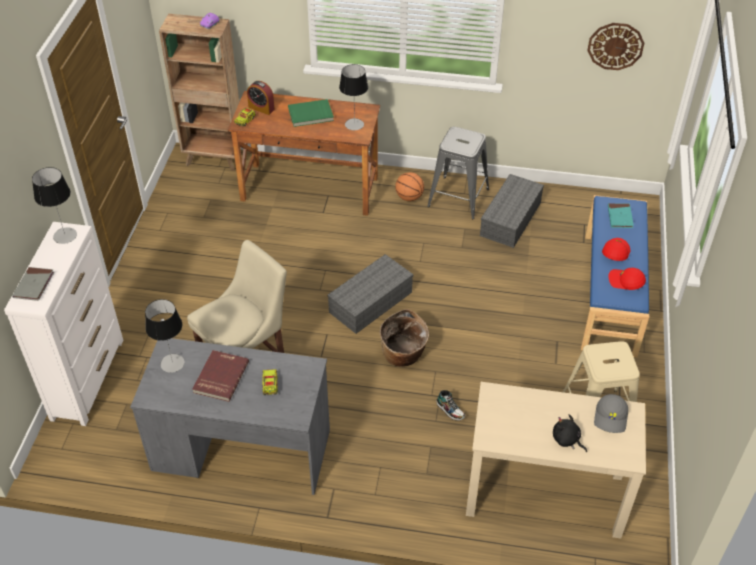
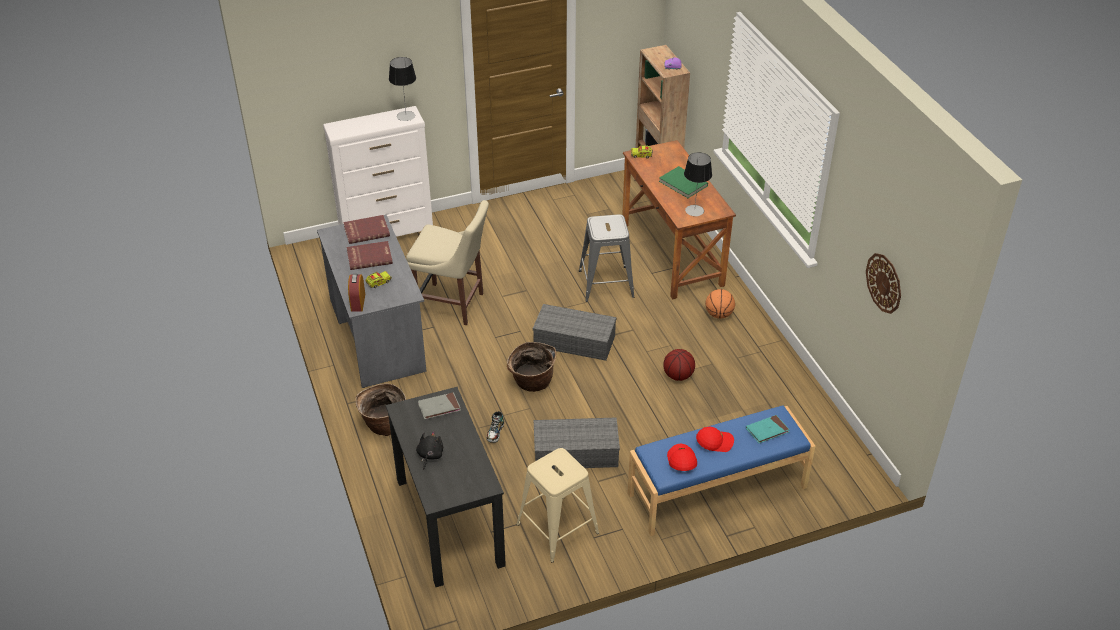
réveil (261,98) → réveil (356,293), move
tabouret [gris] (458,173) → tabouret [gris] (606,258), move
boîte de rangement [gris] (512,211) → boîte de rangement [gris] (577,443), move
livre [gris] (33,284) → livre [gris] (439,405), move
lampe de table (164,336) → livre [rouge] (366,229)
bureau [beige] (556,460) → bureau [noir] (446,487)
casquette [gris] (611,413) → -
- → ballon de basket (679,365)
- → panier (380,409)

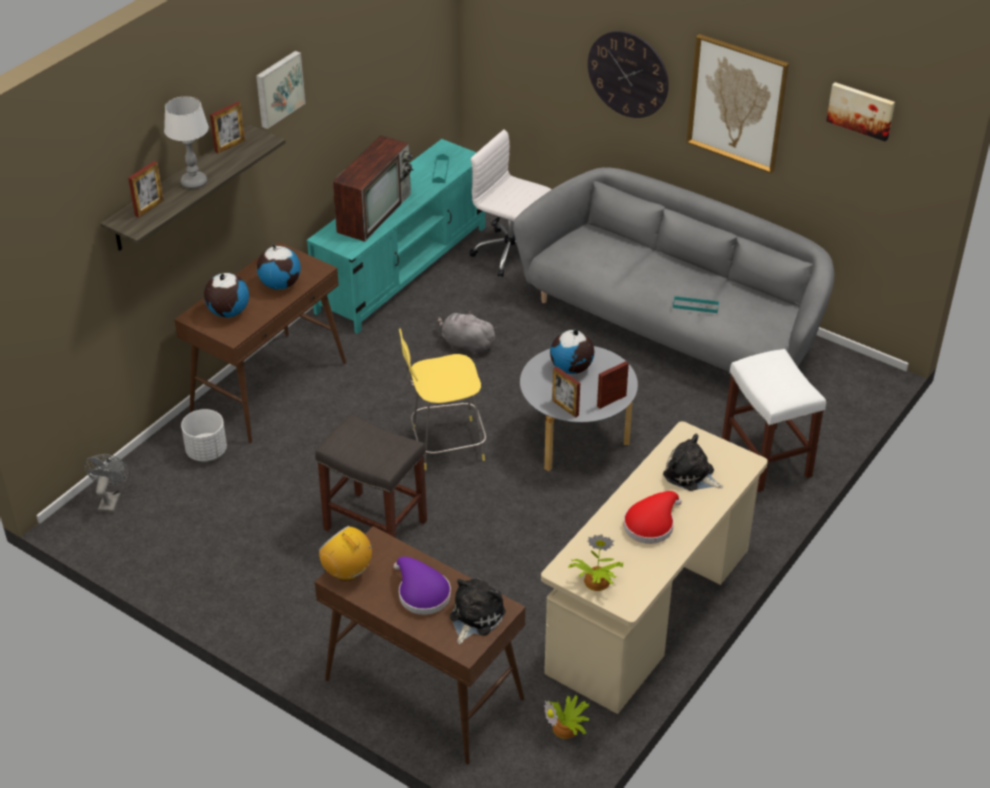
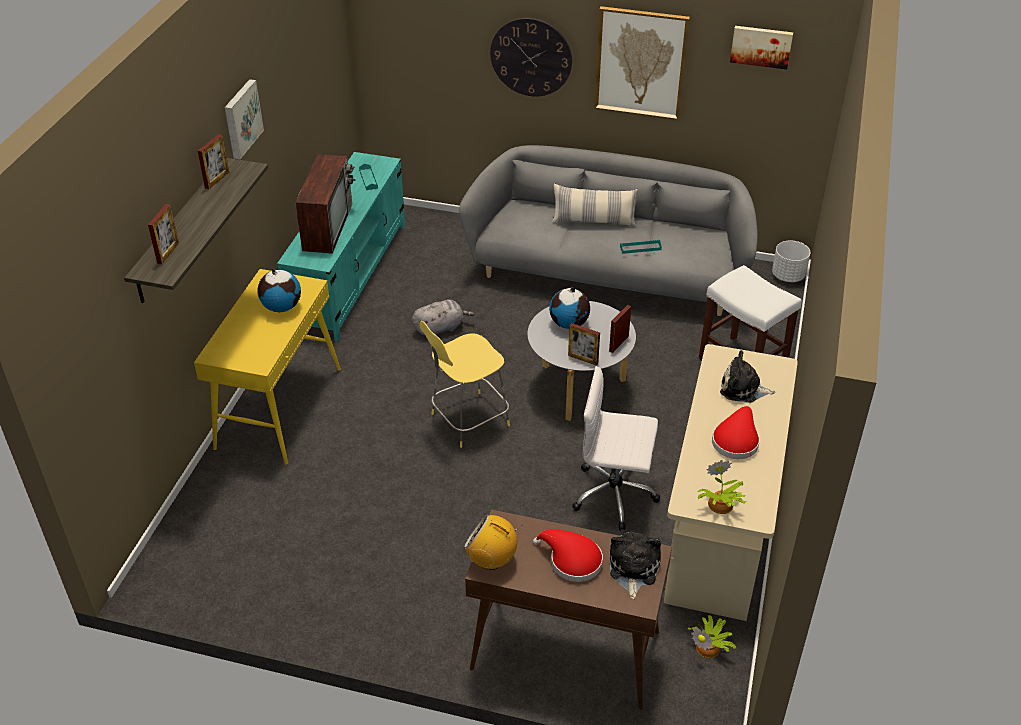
lampe de table (186,142) → -
chaise de bureau [blanc] (511,203) → chaise de bureau [blanc] (616,448), move
table console [marron] (260,342) → table console [jaune] (267,367)
globe (226,295) → -
peluche [gris] (467,333) → peluche [gris] (443,318), 150 degrees clockwise
cache-pot [blanc] (204,435) → cache-pot [blanc] (791,261), move
tabouret [gris] (371,476) → -
ventilateur [gris] (106,483) → -
chapeau [violet] (422,586) → chapeau [rouge] (568,555)
- → coussin (595,205)

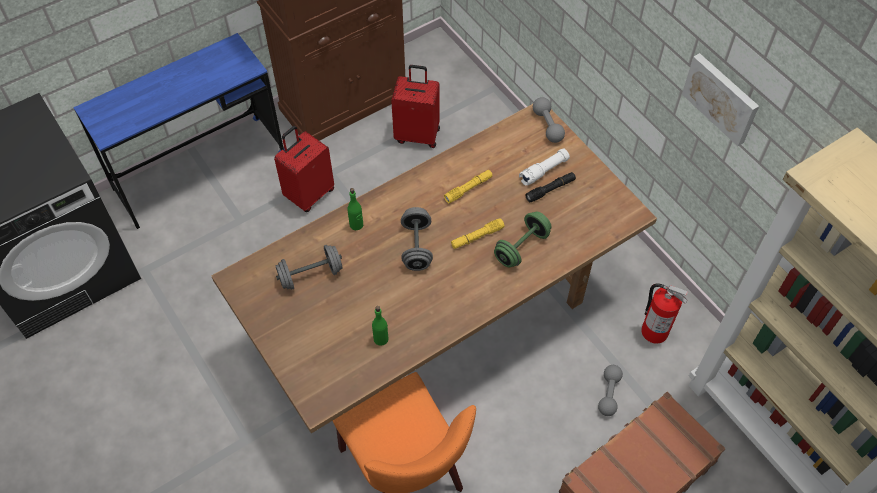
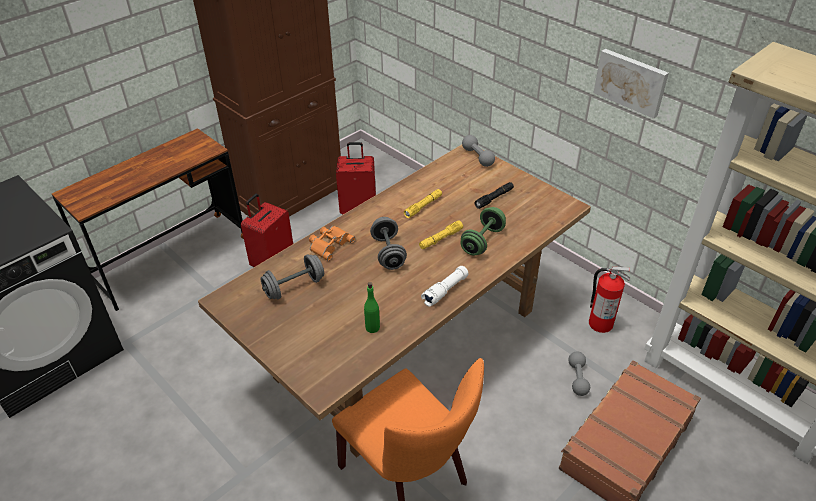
bureau [bleu] (179,131) → bureau [marron] (148,219)
lampe de poche [blanc] (544,167) → lampe de poche [blanc] (445,286), move
bouteille [vert] (355,209) → jumelles [orange] (332,243)

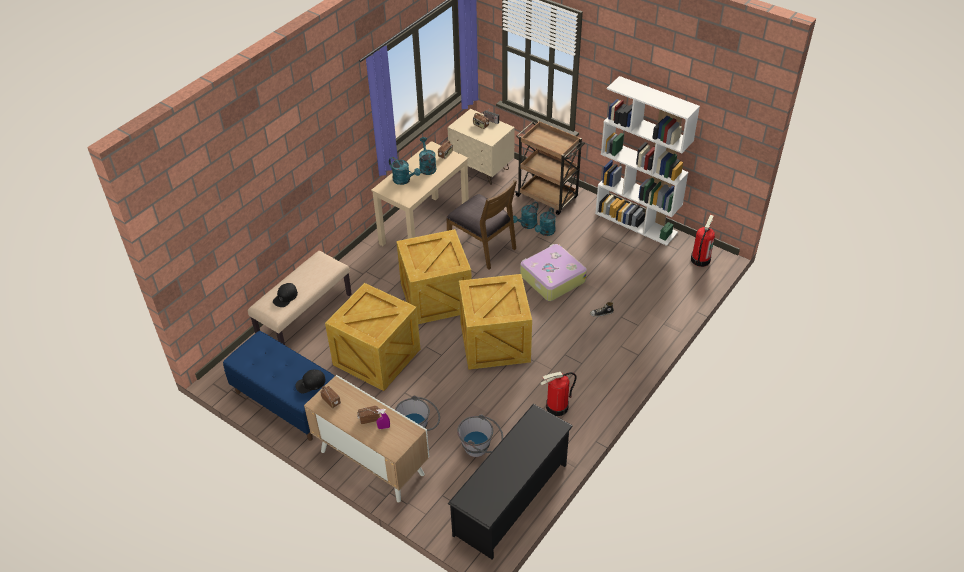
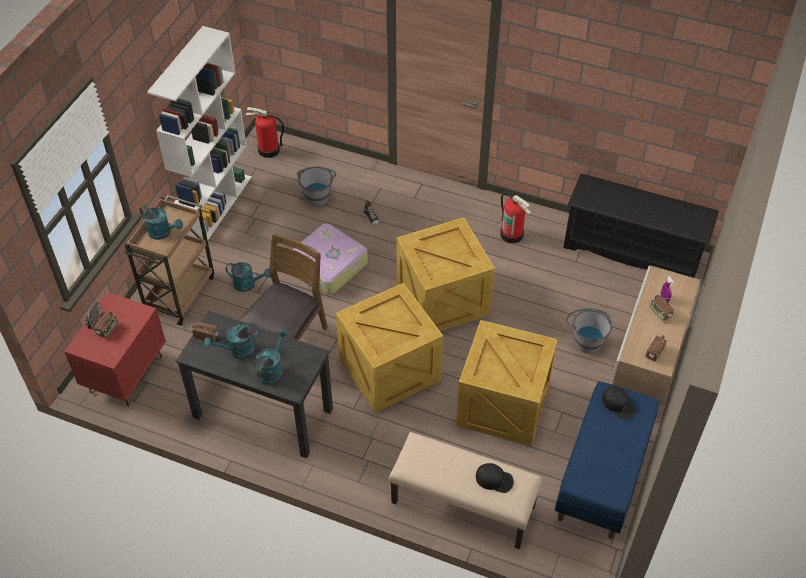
table de chevet [beige] (481,147) → table de chevet [rouge] (115,349)
bureau [beige] (420,193) → bureau [noir] (254,384)
arrosoir [turquoise] (526,215) → arrosoir [turquoise] (161,222), move
seau [gris] (480,435) → seau [gris] (316,186), move

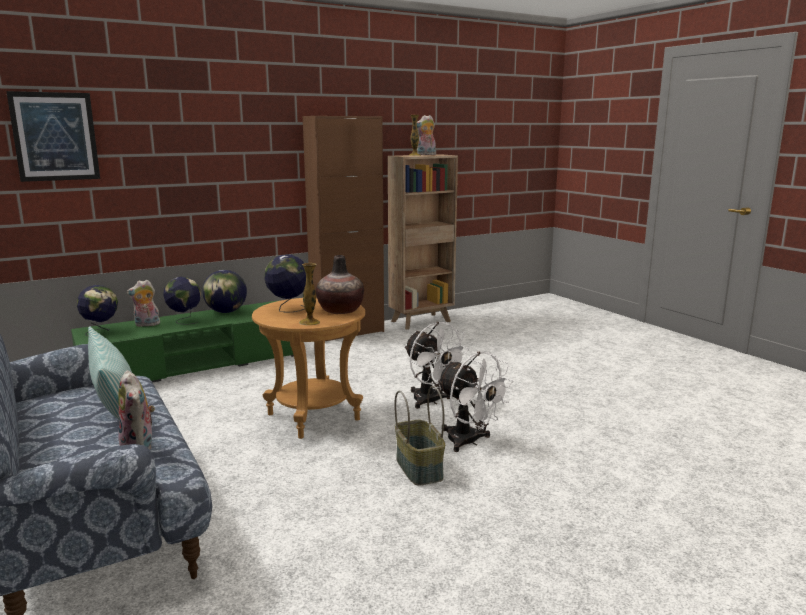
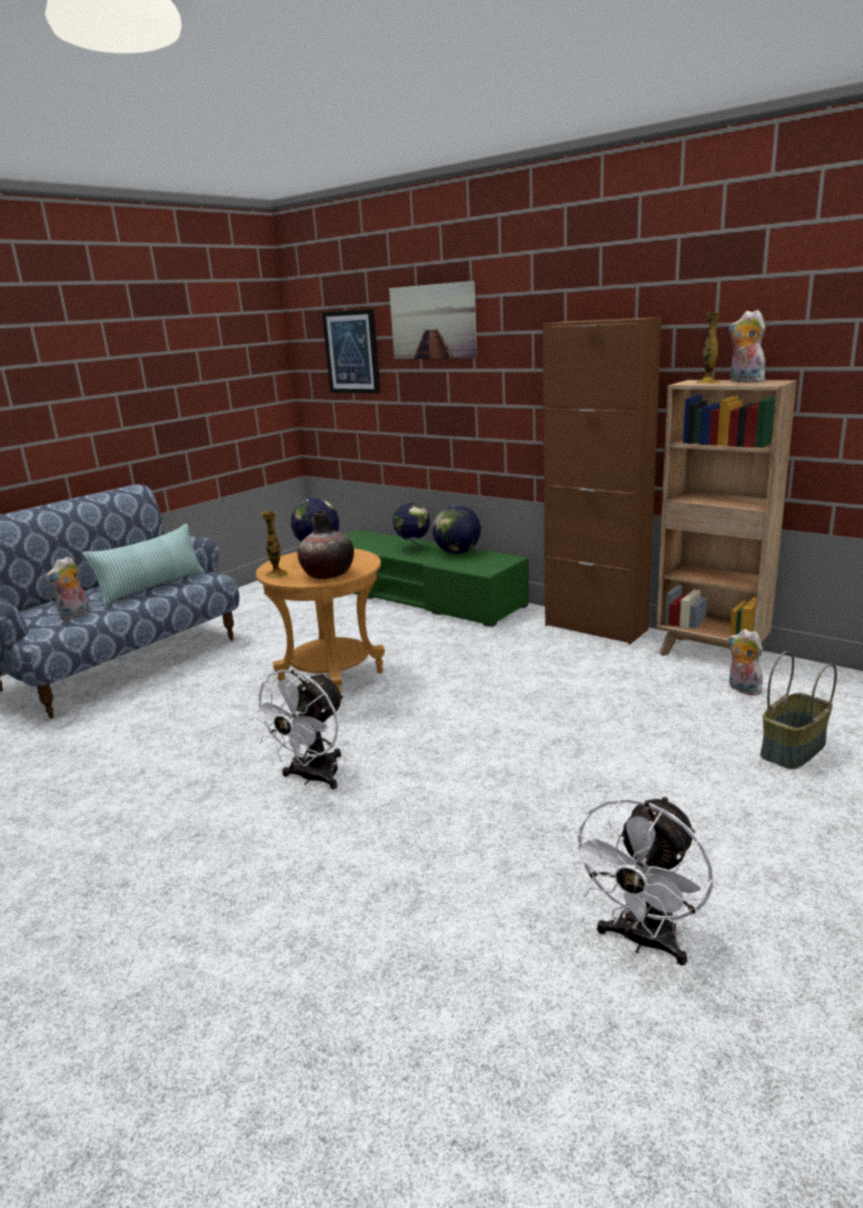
peluche (143,303) → peluche (745,662), move
globe (97,310) → -
ventilateur [blanc] (437,365) → ventilateur [blanc] (640,881), move
panier (419,435) → panier (798,710), move
- → tableau (433,320)

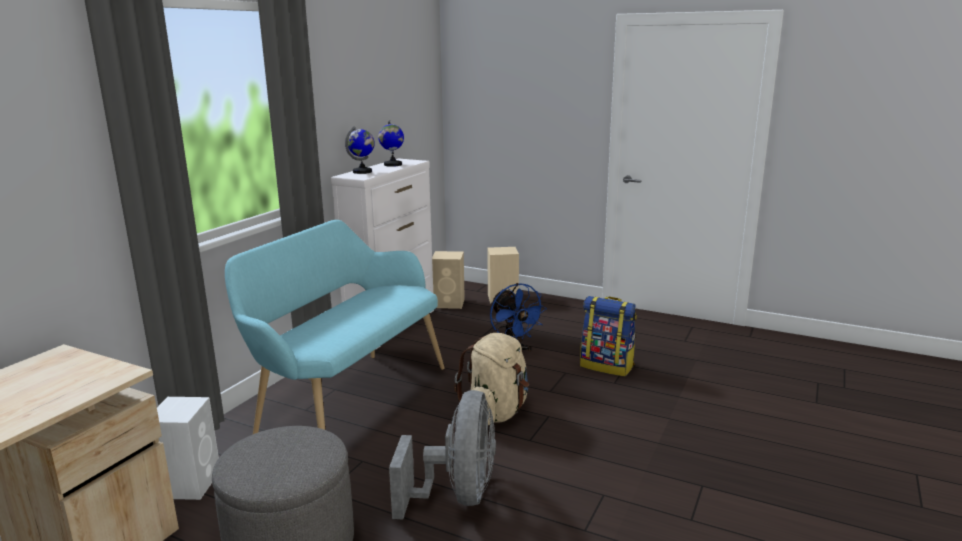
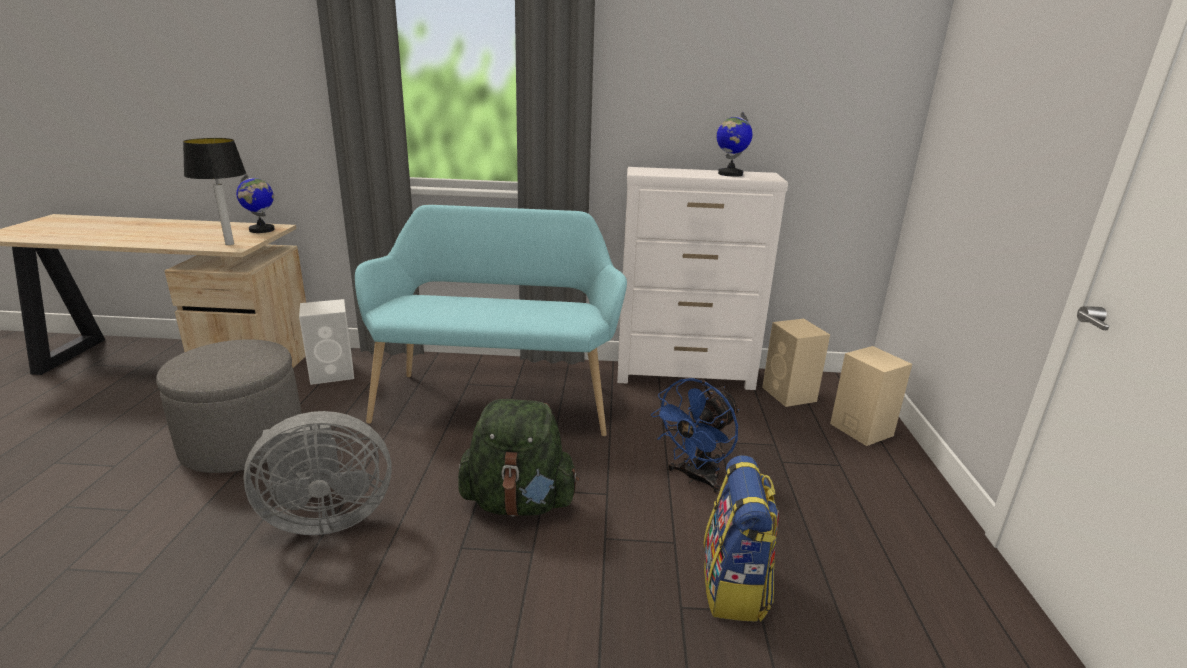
globe (360,150) → globe (255,203), move
sac à dos [beige] (491,379) → sac à dos [vert] (518,458)
- → lampe de table (214,191)

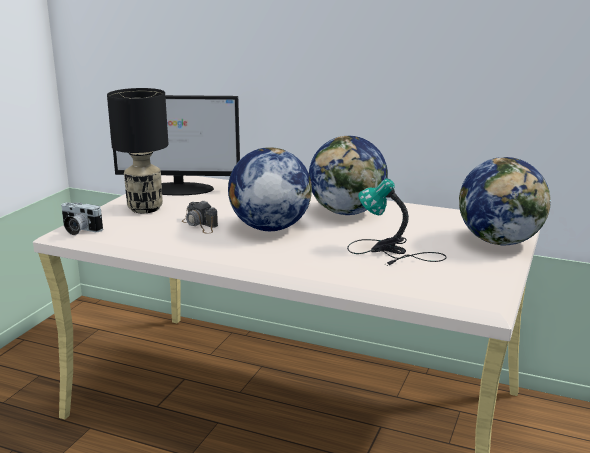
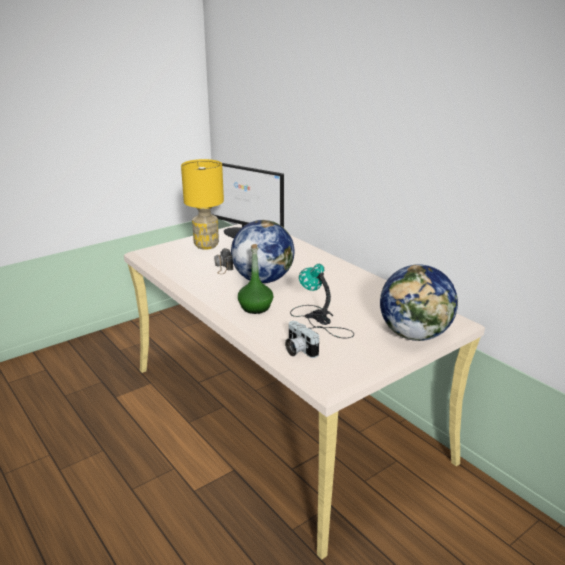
lampe de table [noir] (138,150) → lampe de table [jaune] (202,204)
globe (348,175) → -
appareil photo (82,218) → appareil photo (302,339), move
- → bouteille [vert] (255,279)

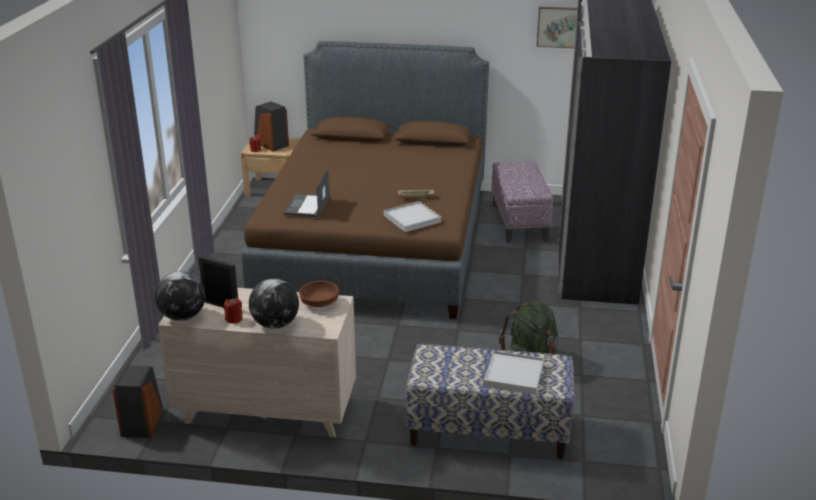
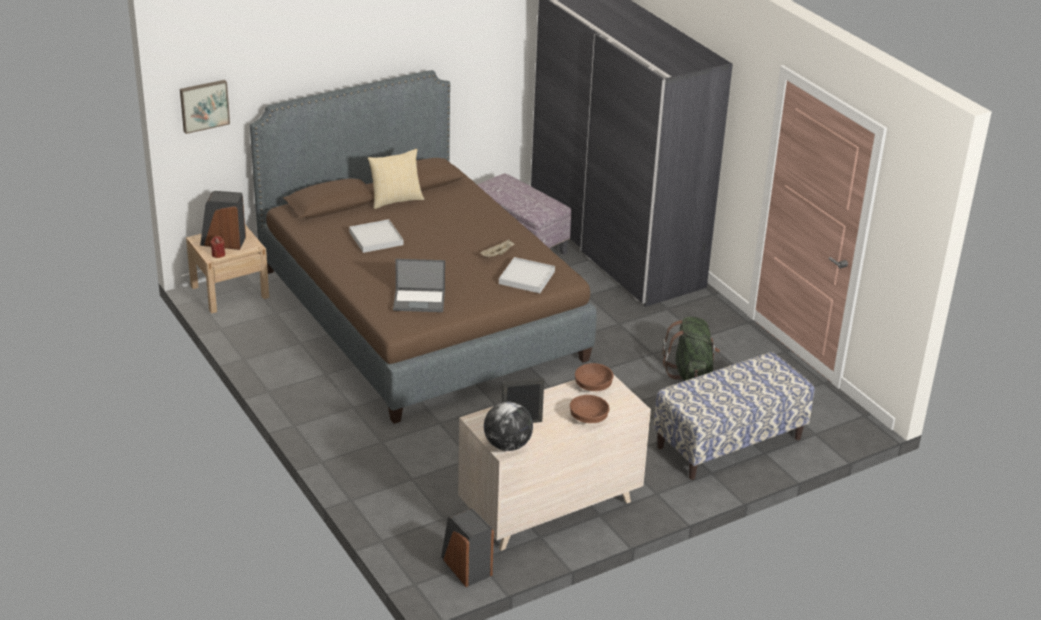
tableau (557,27) → tableau (205,107), move
ordinateur portable (306,192) → ordinateur portable (419,285), 60 degrees counterclockwise
globe (274,304) → bol [marron] (590,409)
bougie [rouge] (233,311) → -
plateau [blanc] (513,373) → plateau [blanc] (376,236), move
- → coussin (396,179)

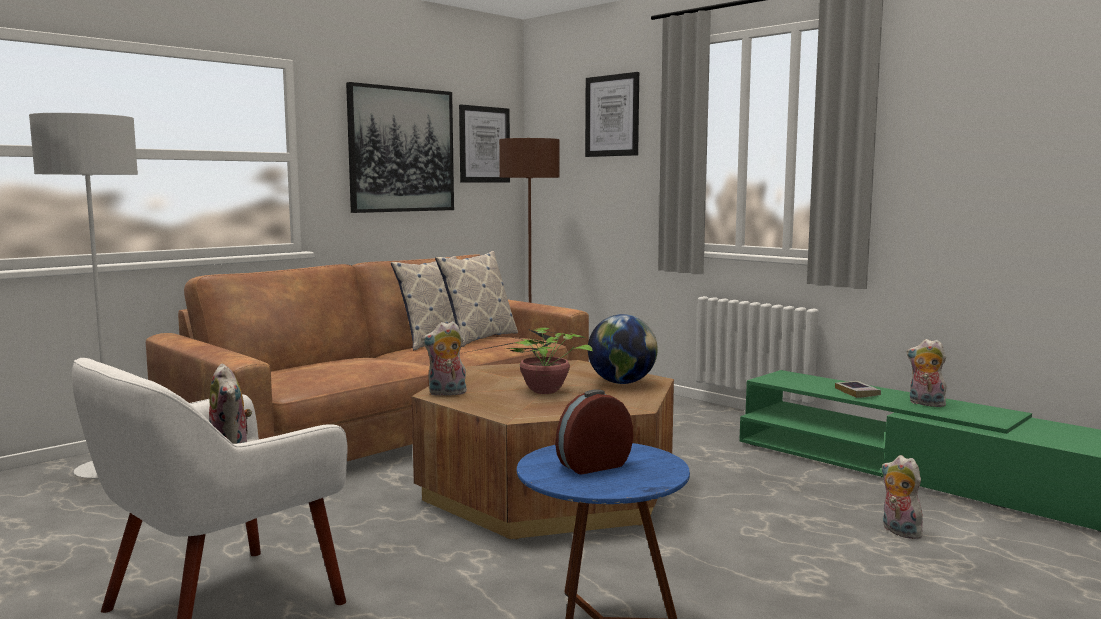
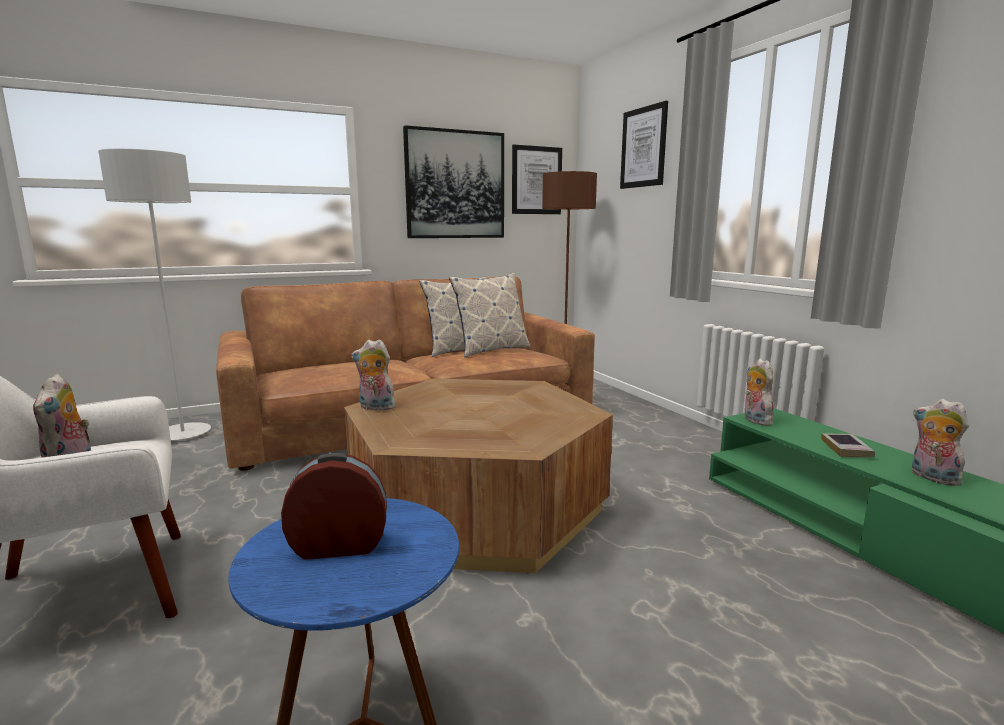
globe (623,349) → -
plante en pot (523,361) → -
peluche (902,497) → peluche (759,392), move

